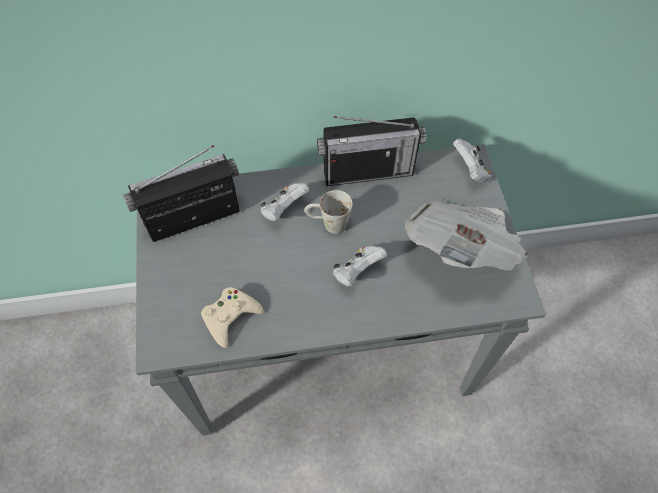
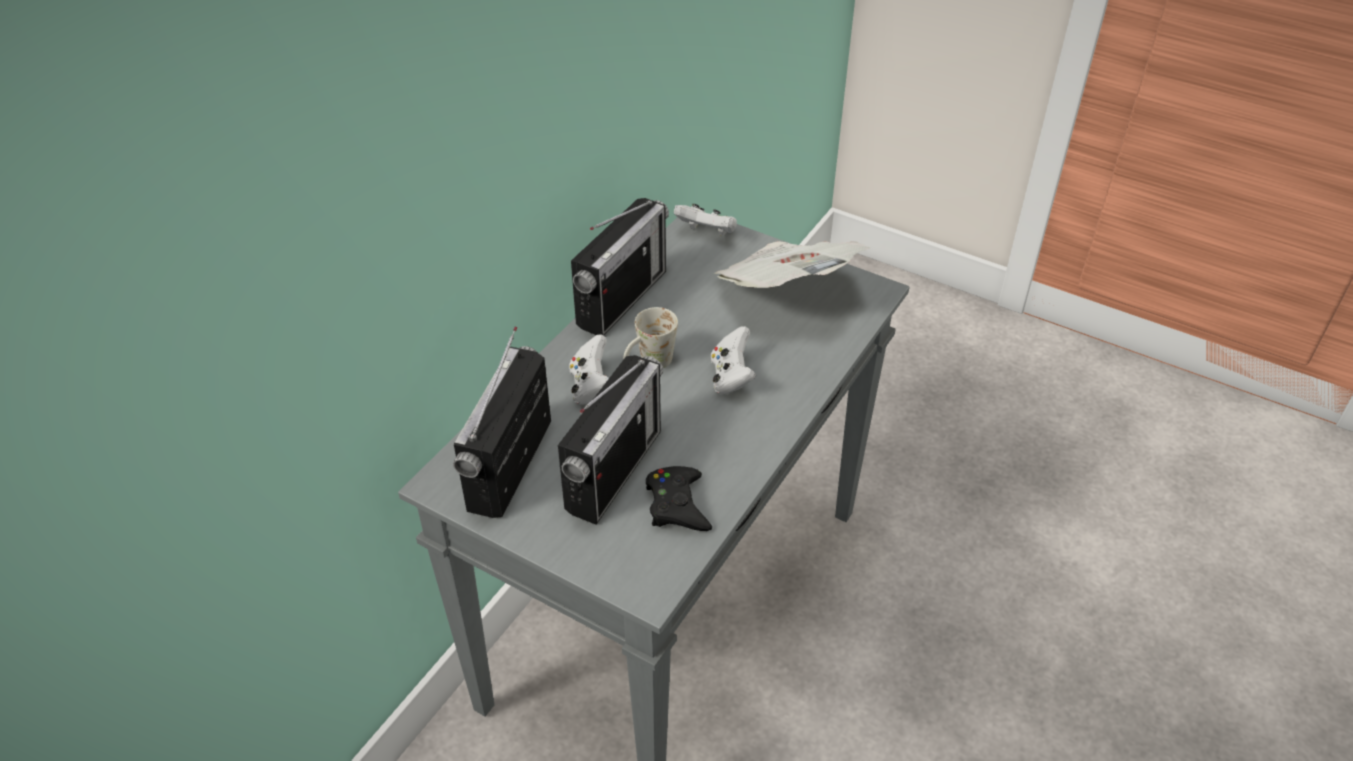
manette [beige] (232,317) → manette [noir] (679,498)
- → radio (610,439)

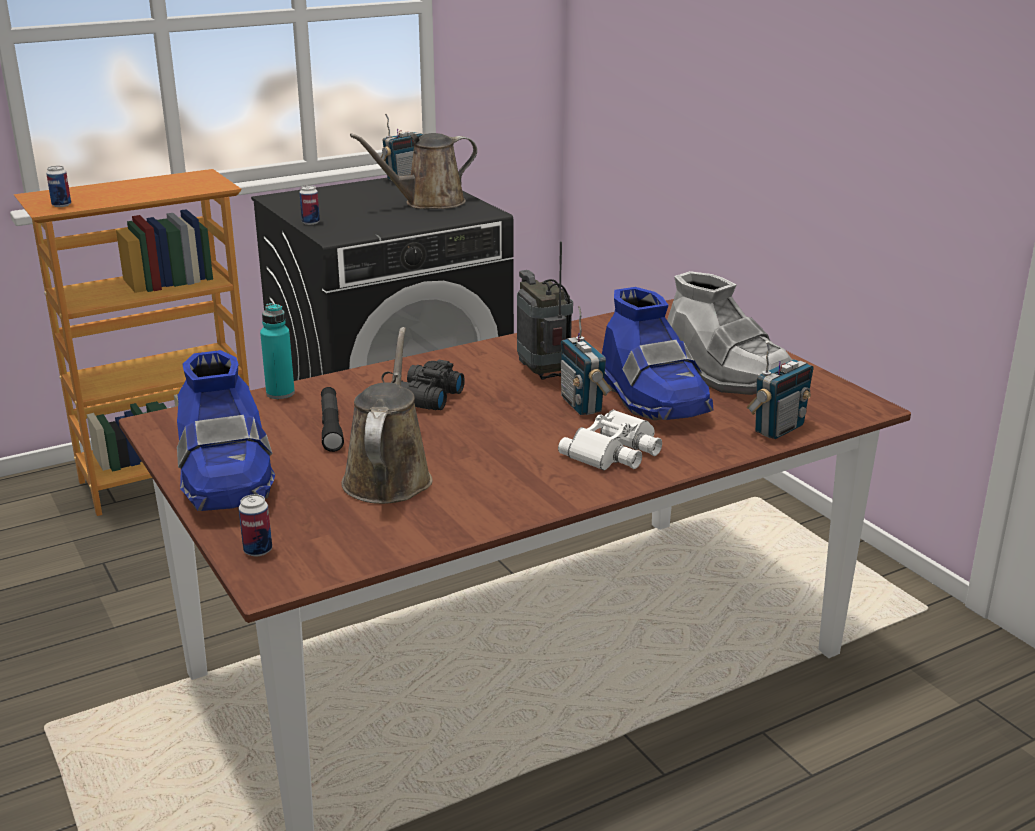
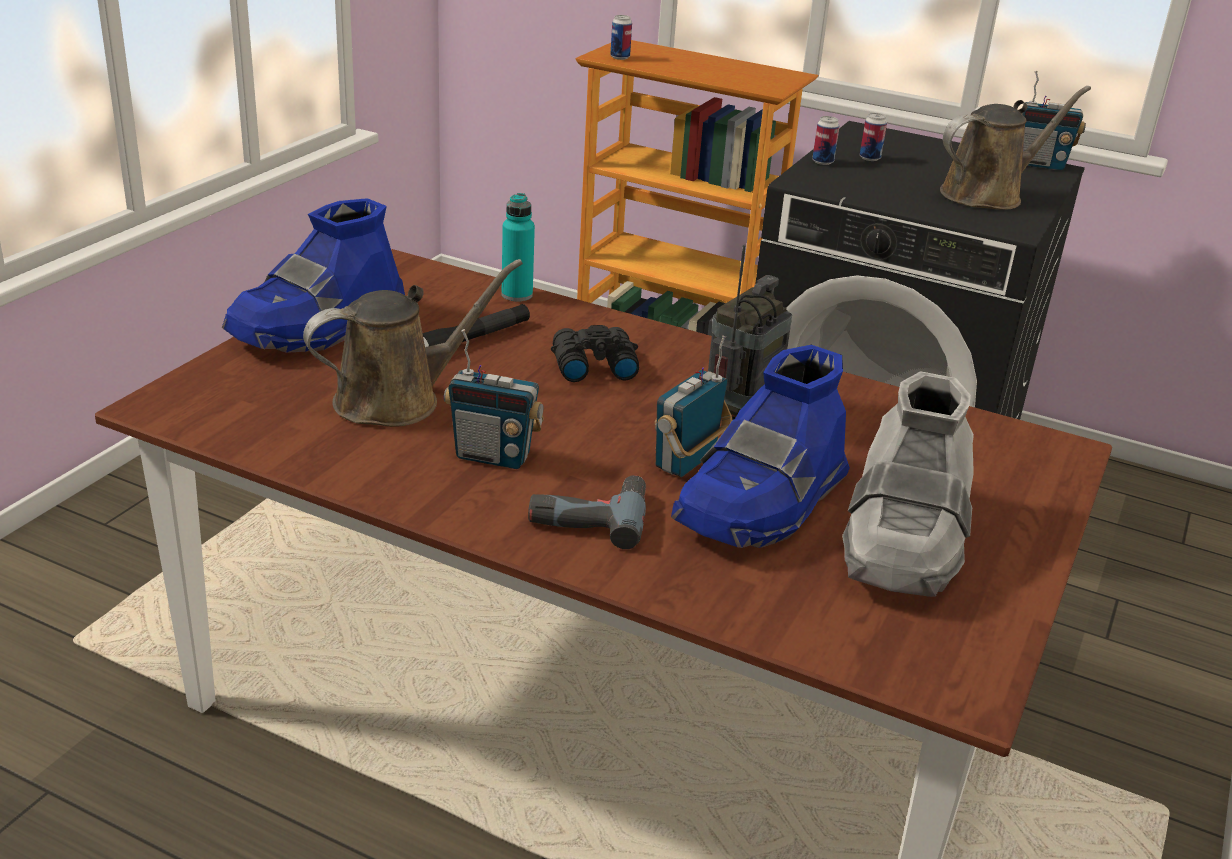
arrosoir [marron] (413,171) → arrosoir [marron] (1015,148), 120 degrees clockwise
radio (780,390) → radio (494,399), move
jumelles [blanc] (610,440) → perceuse (587,512)
boîte métallique (255,525) → boîte métallique (873,137), move

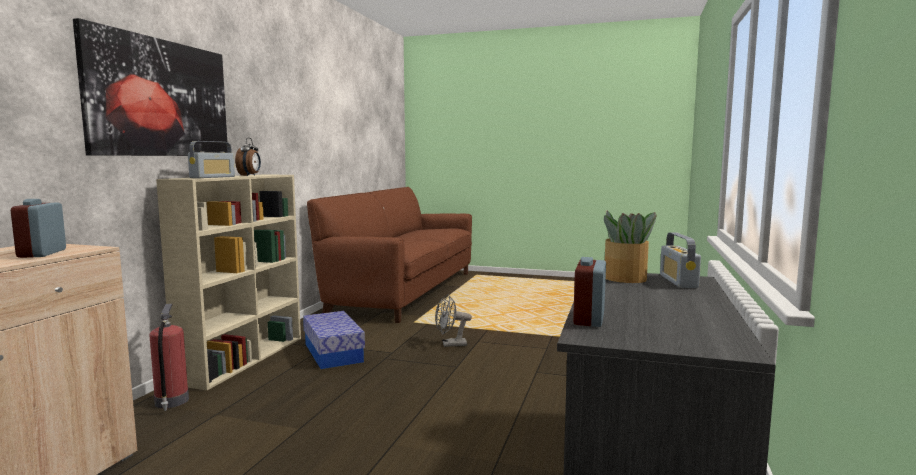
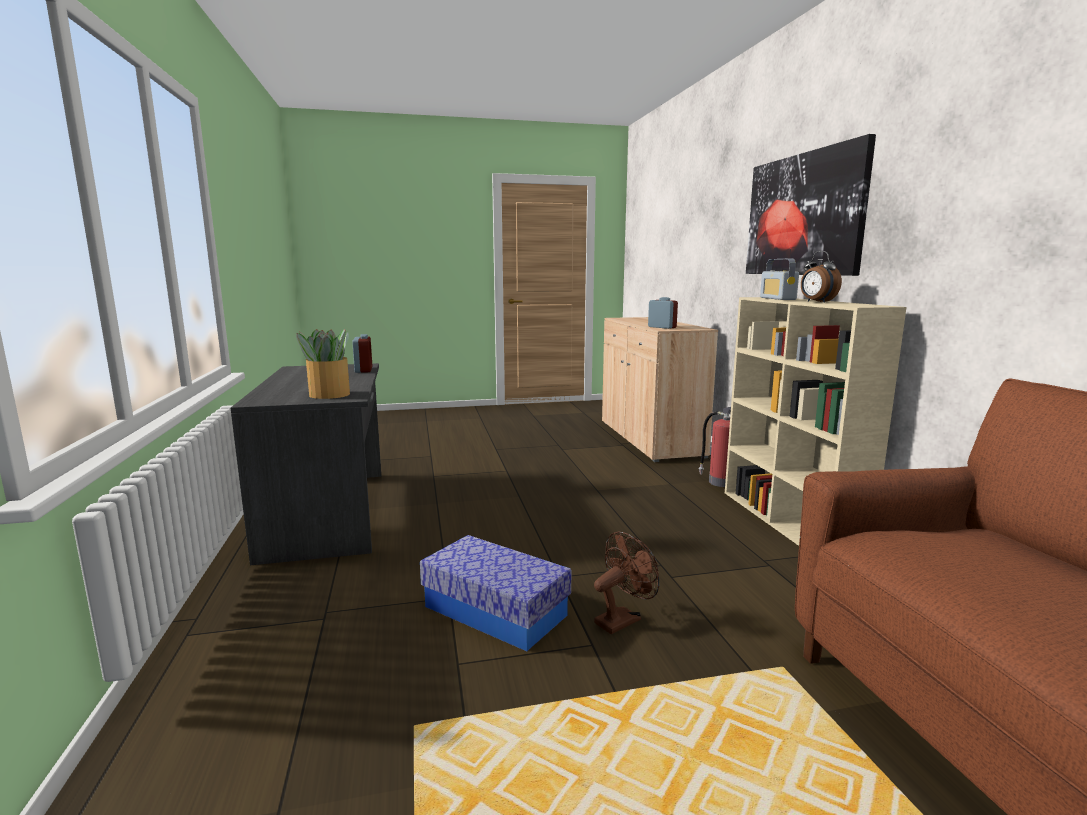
radio (680,260) → -
ventilateur [gris] (453,320) → ventilateur [marron] (626,583)
boîte de rangement (334,340) → boîte de rangement (495,593), move

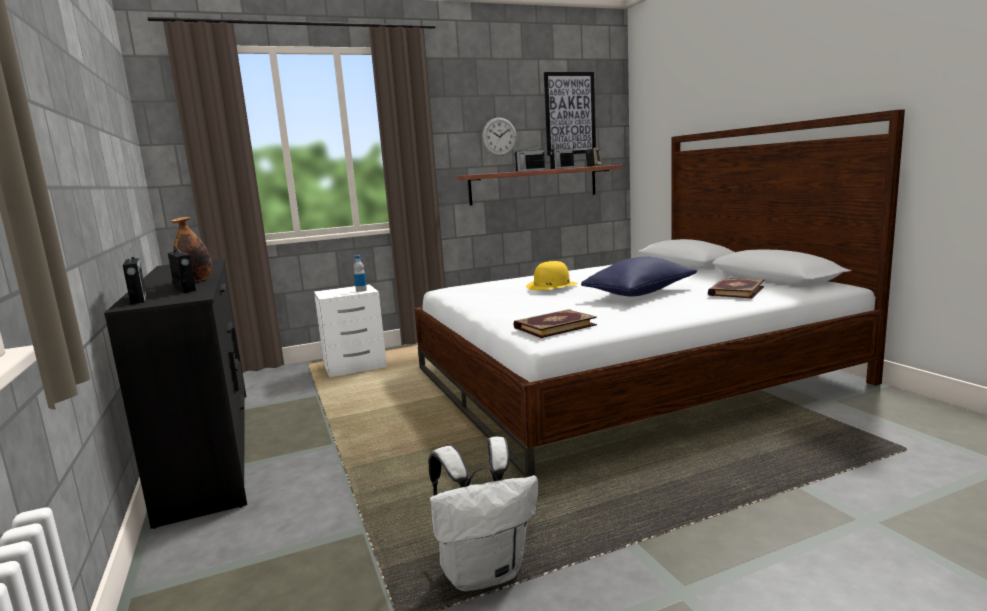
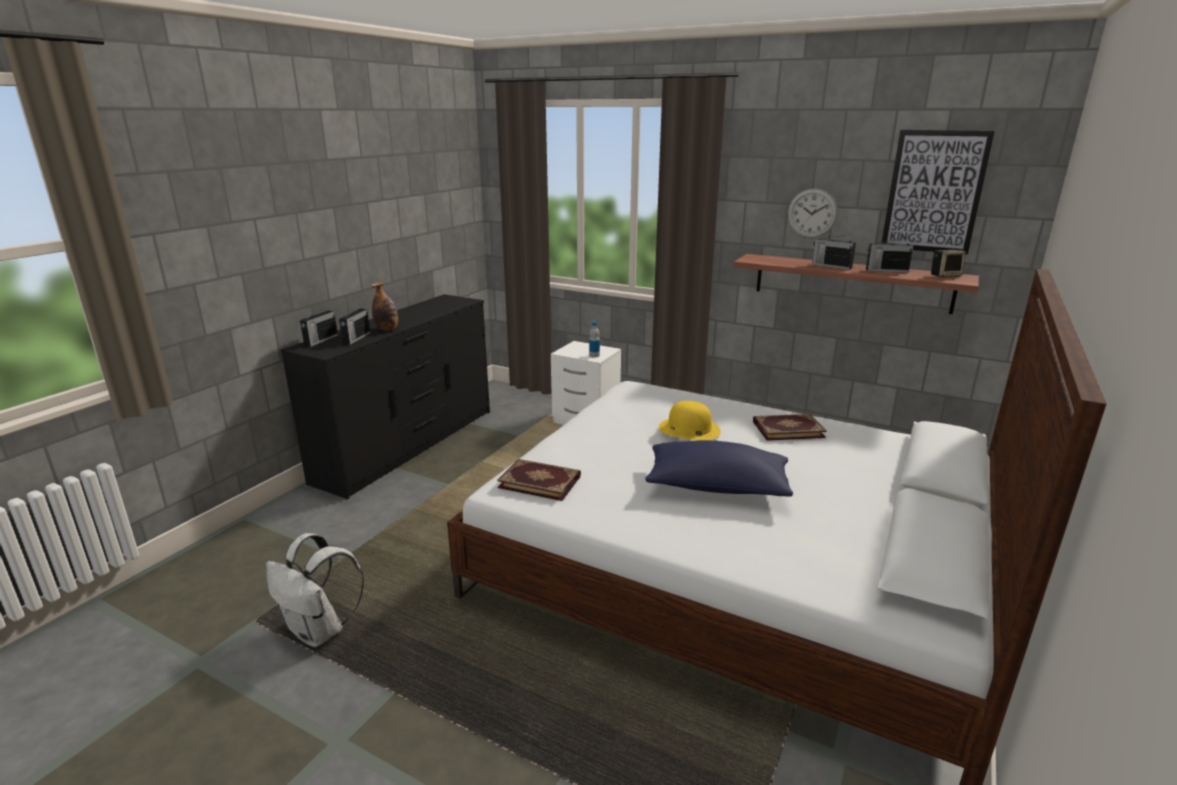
livre (736,288) → livre (790,427), move

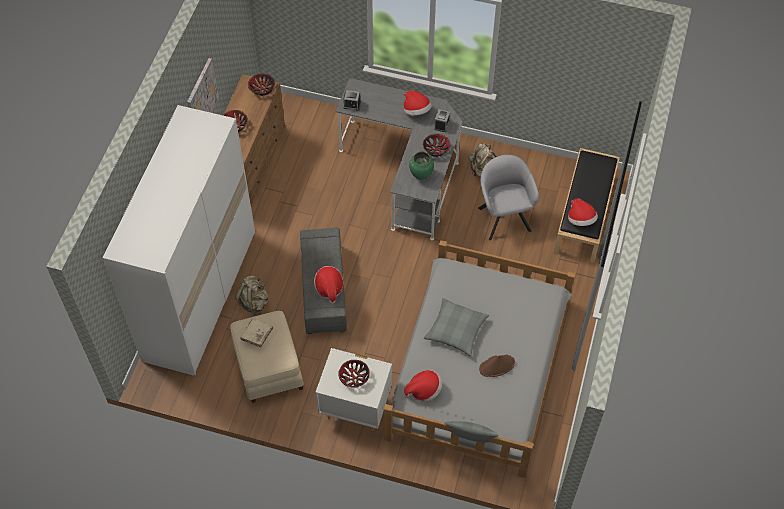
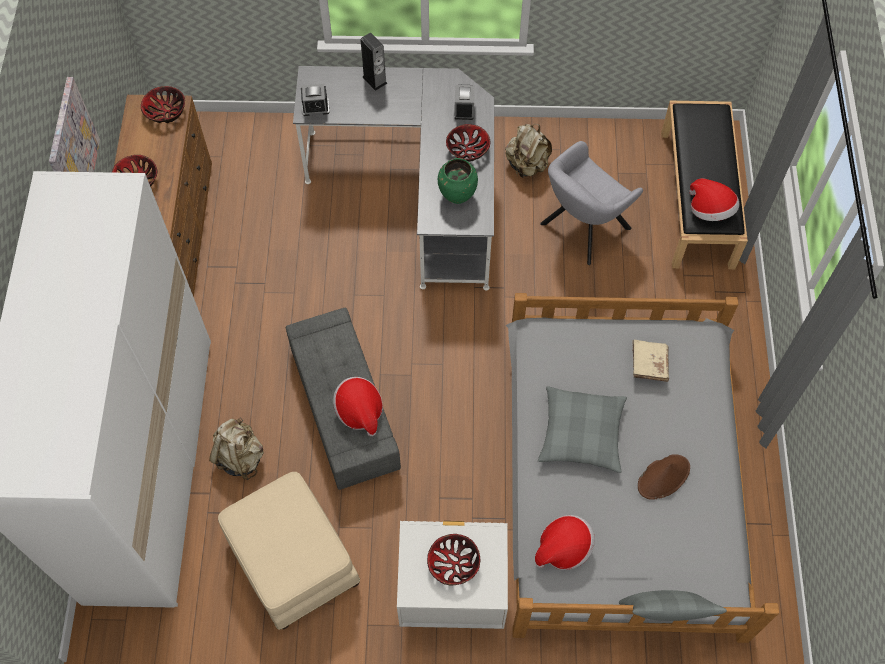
chapeau (417,103) → -
fauteuil [gris] (508,198) → fauteuil [gris] (591,203), 105 degrees counterclockwise
livre [beige] (256,332) → livre [beige] (650,361), move
- → enceinte (374,62)

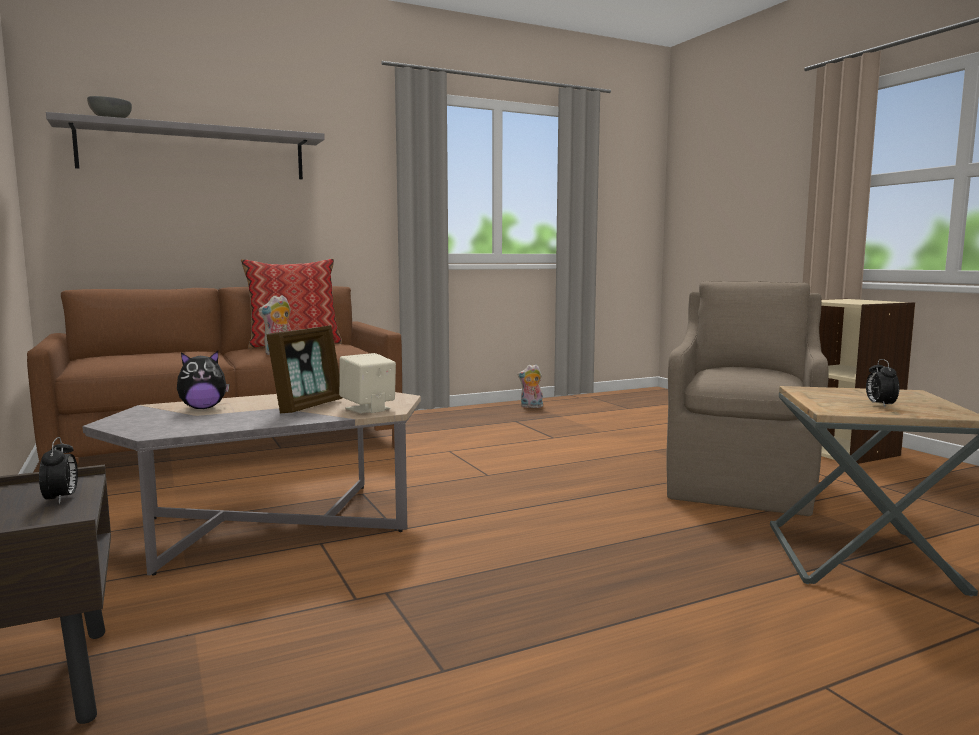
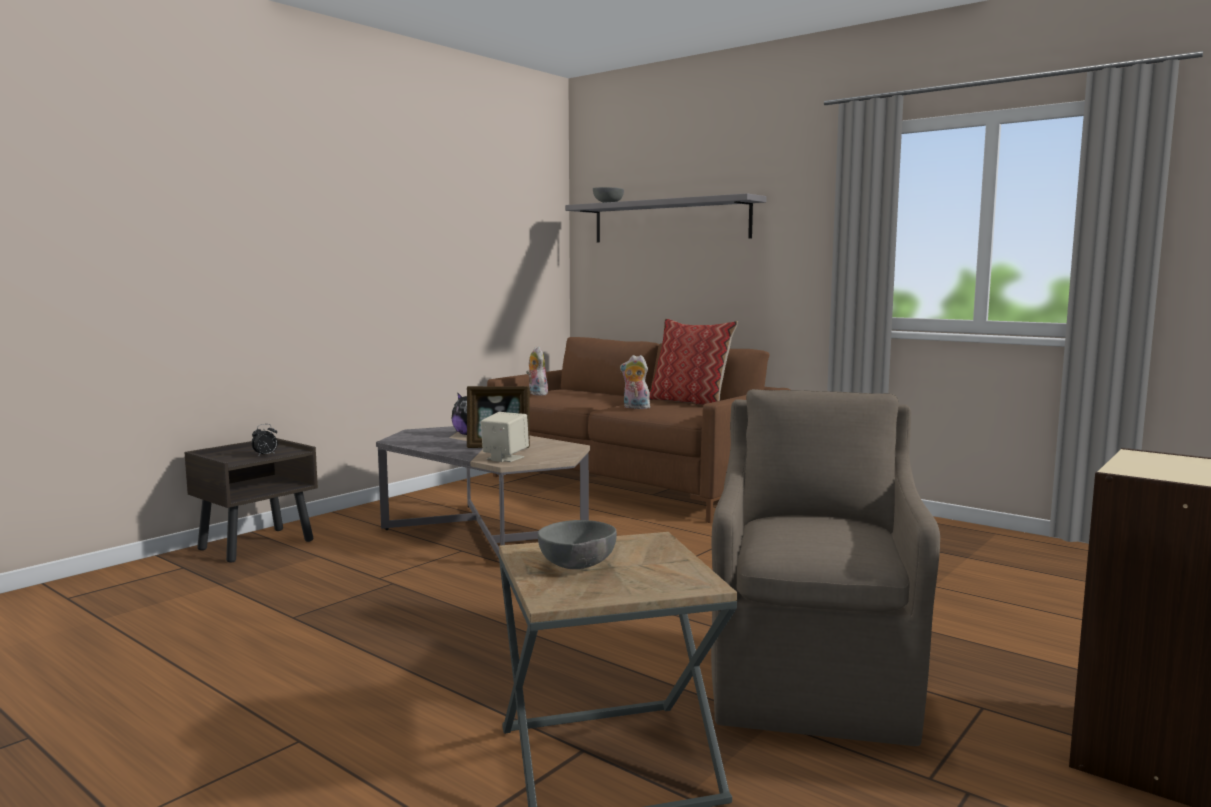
fauteuil [marron] (747,398) → fauteuil [marron] (825,567), 75 degrees counterclockwise
réveil (882,383) → bol [gris] (577,544)
peluche (530,387) → peluche (537,371), move

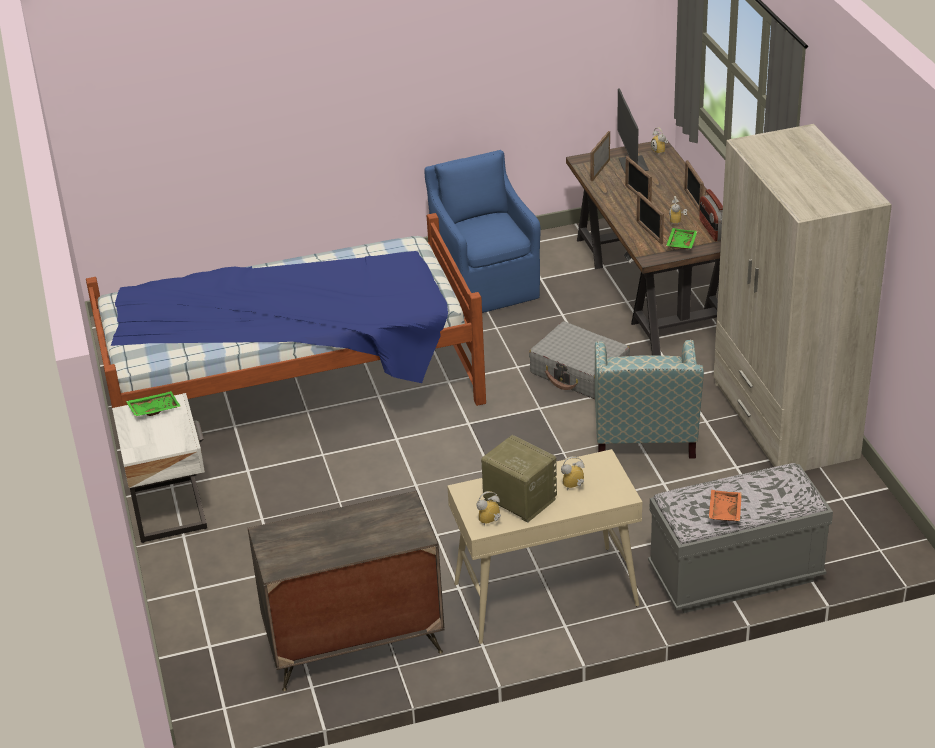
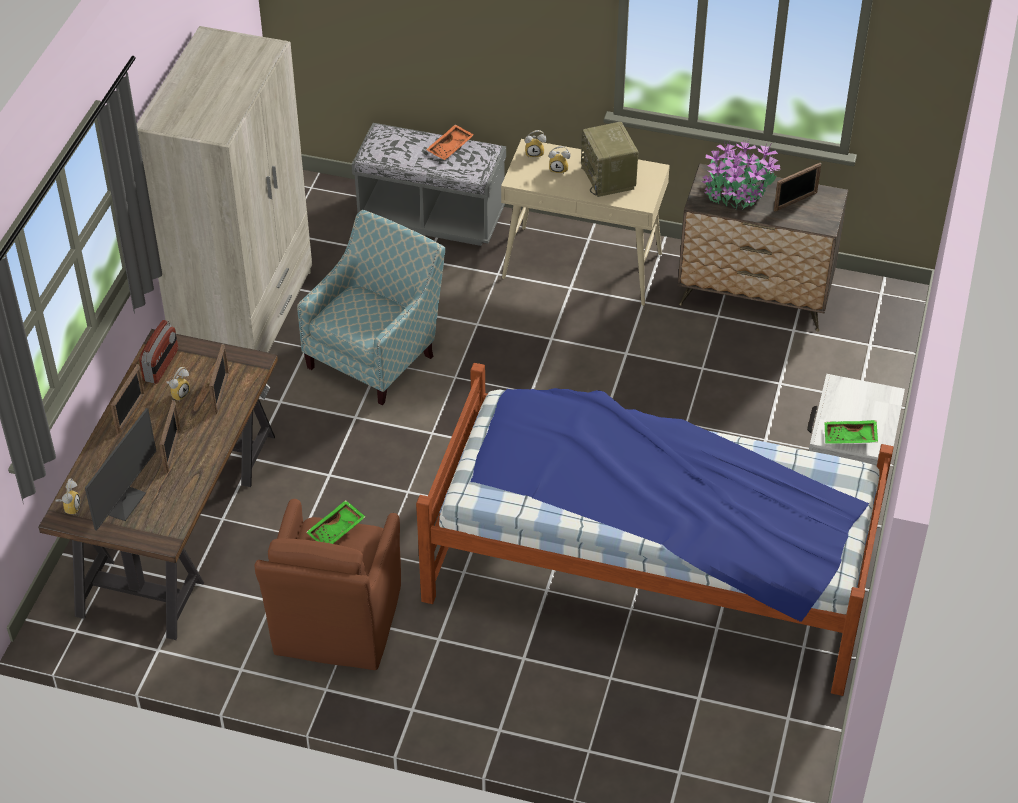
cadre photo (600,156) → cadre photo (797,187), move
fauteuil [bleu] (482,231) → fauteuil [marron] (328,584)
plateau [vert] (682,238) → plateau [vert] (336,522), move
valise [gris] (579,360) → -
réveil (488,508) → réveil (535,144), move
- → plante en pot (741,174)

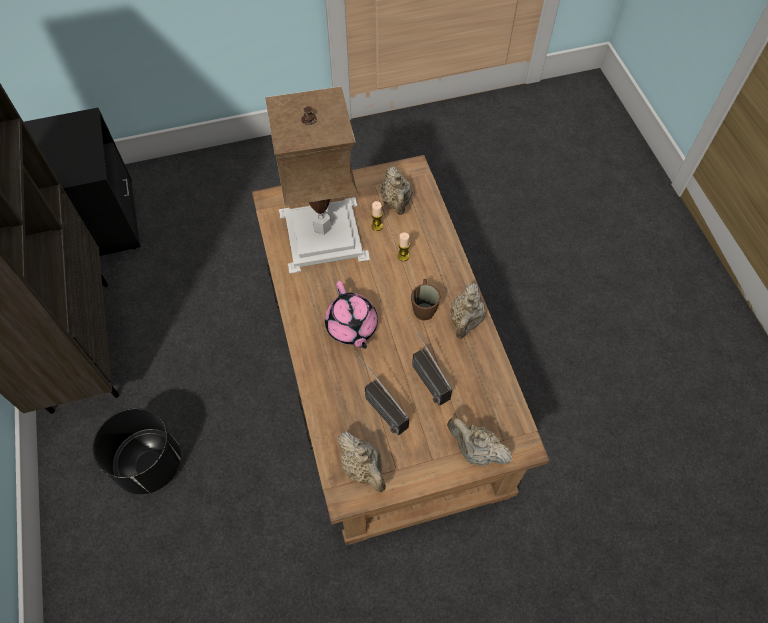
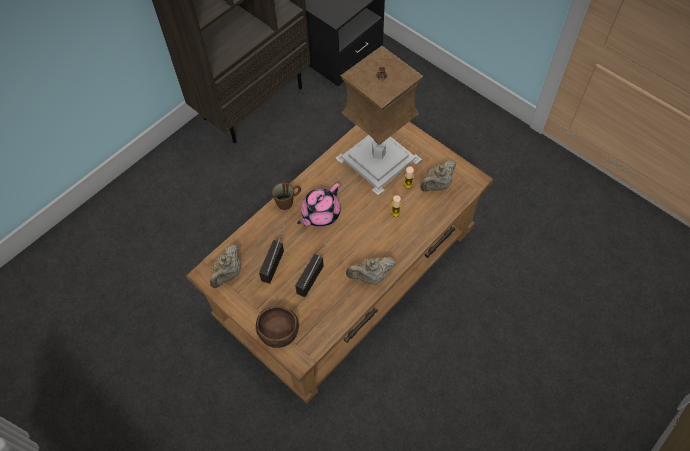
mug [marron] (426,299) → mug [marron] (286,196), move
cache-pot [noir] (137,451) → -
théière [beige] (479,441) → bol [marron] (277,327)

